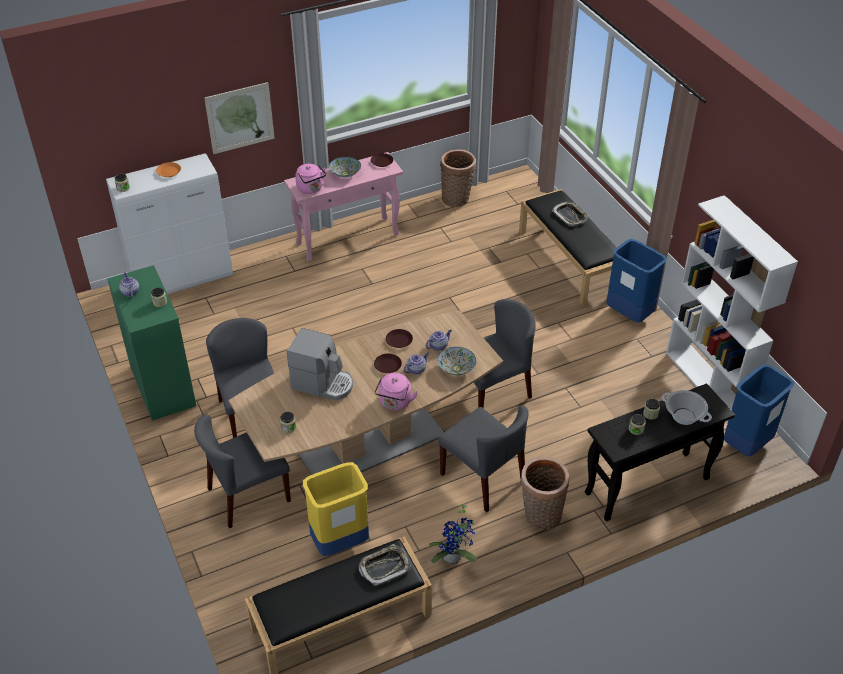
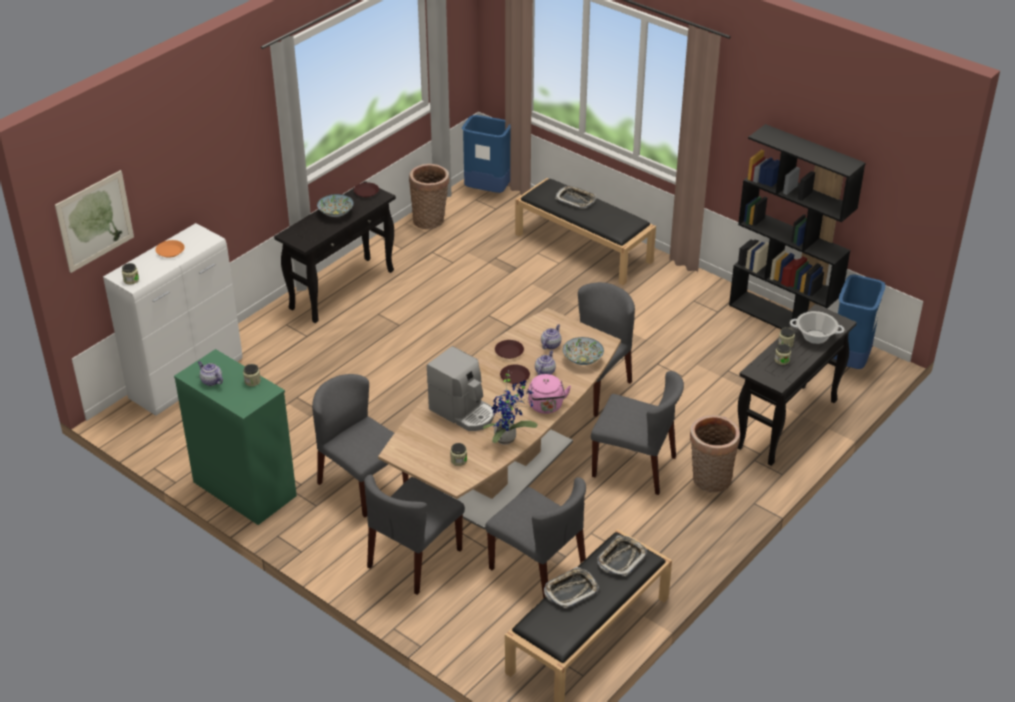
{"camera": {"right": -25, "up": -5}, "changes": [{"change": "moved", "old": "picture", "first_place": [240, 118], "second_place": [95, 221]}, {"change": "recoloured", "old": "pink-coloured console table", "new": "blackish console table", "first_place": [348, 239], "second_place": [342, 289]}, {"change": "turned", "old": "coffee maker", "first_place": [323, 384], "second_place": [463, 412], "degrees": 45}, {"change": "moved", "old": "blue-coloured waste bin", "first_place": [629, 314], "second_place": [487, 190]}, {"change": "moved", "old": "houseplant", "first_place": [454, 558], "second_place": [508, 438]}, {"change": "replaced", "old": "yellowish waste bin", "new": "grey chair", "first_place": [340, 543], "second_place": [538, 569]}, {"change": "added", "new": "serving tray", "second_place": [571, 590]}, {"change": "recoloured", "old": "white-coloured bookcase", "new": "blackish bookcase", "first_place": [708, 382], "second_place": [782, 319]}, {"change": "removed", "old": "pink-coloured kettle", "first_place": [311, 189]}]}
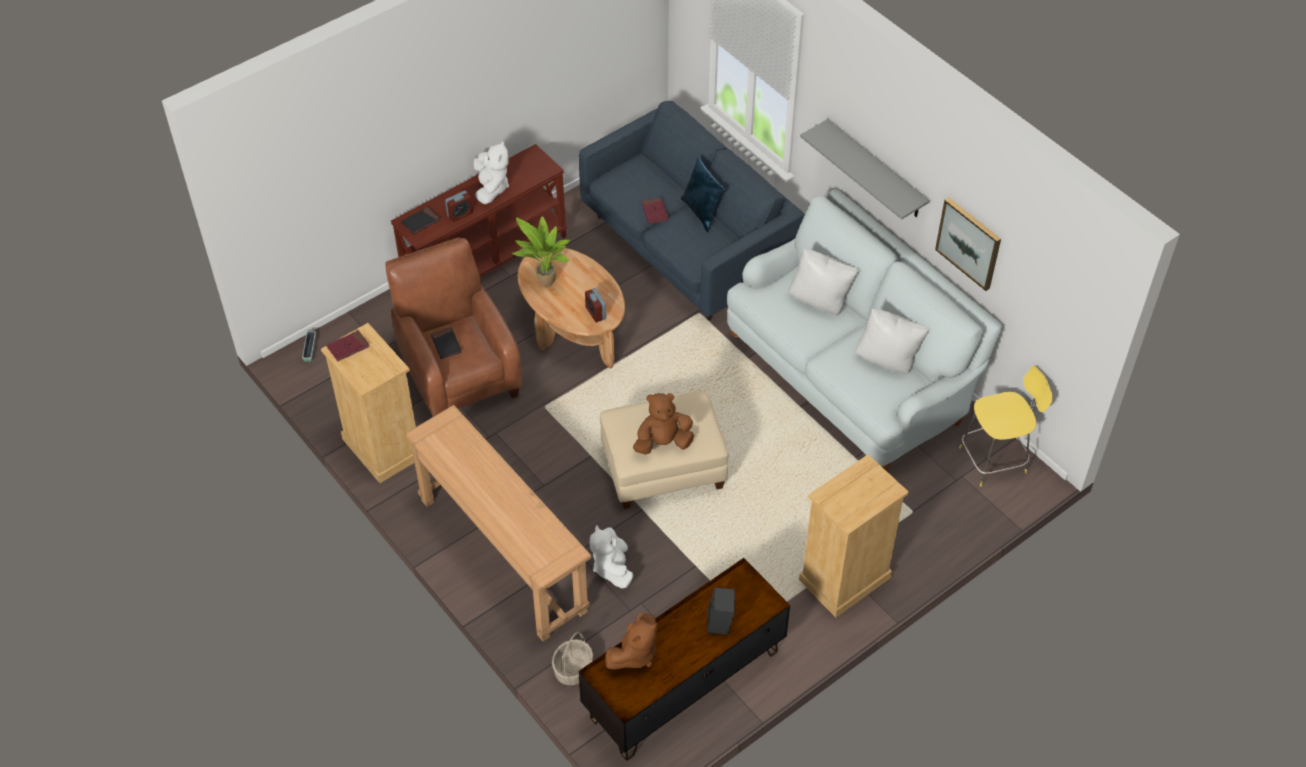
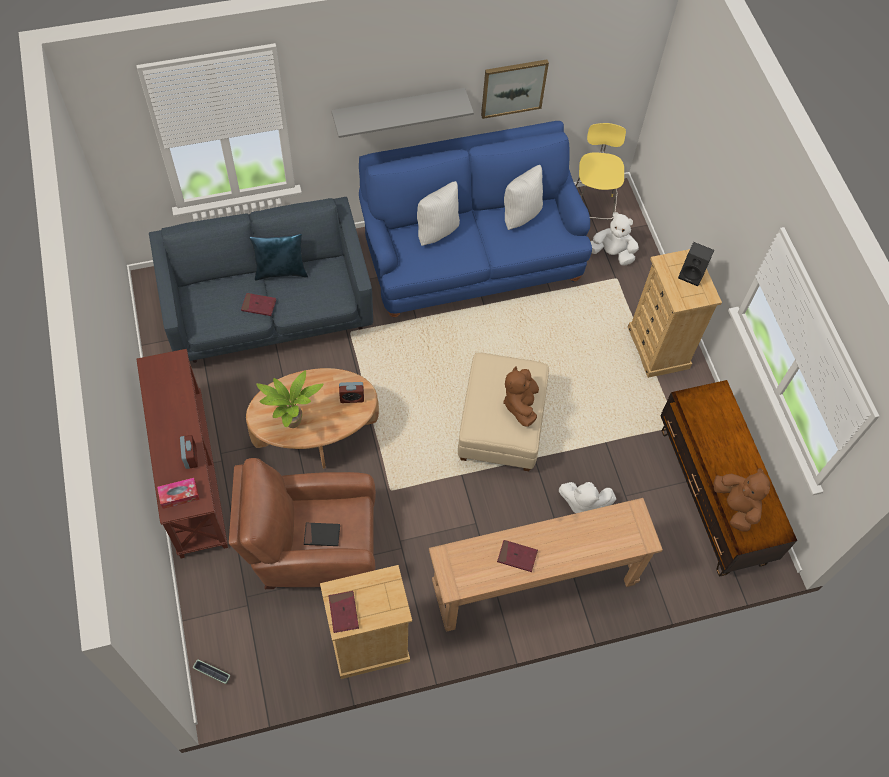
{"camera": {"right": -70, "up": 10}, "changes": [{"change": "replaced", "old": "blackish volume", "new": "tissue box", "first_place": [421, 222], "second_place": [179, 495]}, {"change": "recoloured", "old": "white-coloured sofa", "new": "blue-coloured sofa", "first_place": [851, 375], "second_place": [470, 258]}, {"change": "added", "new": "red volume", "second_place": [517, 556]}, {"change": "moved", "old": "white-coloured plush toy", "first_place": [491, 188], "second_place": [611, 253]}, {"change": "moved", "old": "blackish speaker", "first_place": [721, 623], "second_place": [692, 274]}, {"change": "removed", "old": "household basket", "first_place": [573, 670]}]}
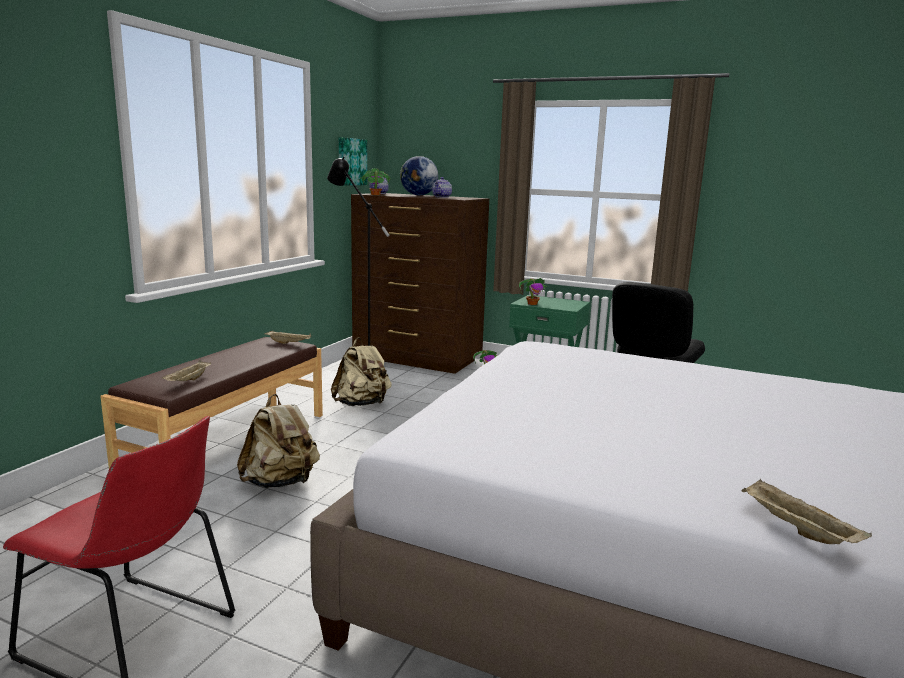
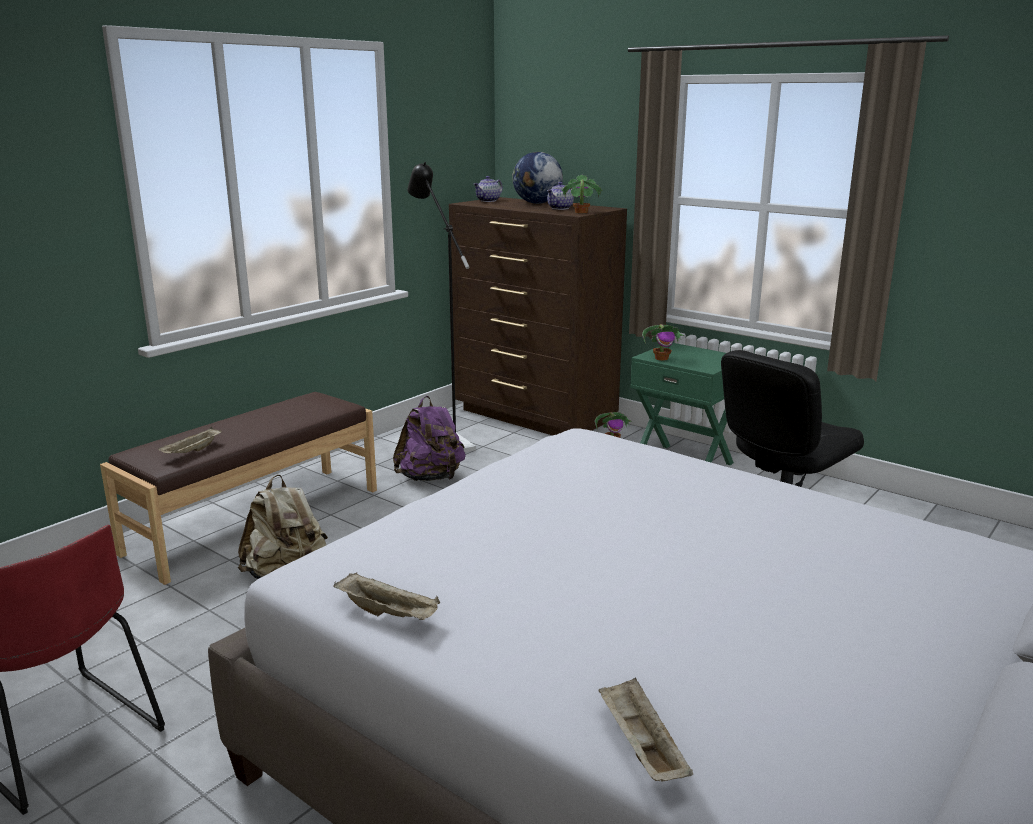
{"camera": {"right": 15, "up": 5}, "changes": [{"change": "moved", "old": "beige-coloured serving tray", "first_place": [289, 343], "second_place": [389, 614]}, {"change": "recoloured", "old": "beige-coloured rucksack", "new": "purplish rucksack", "first_place": [362, 404], "second_place": [431, 478]}, {"change": "moved", "old": "houseplant", "first_place": [375, 194], "second_place": [580, 212]}, {"change": "removed", "old": "picture", "first_place": [351, 162]}]}
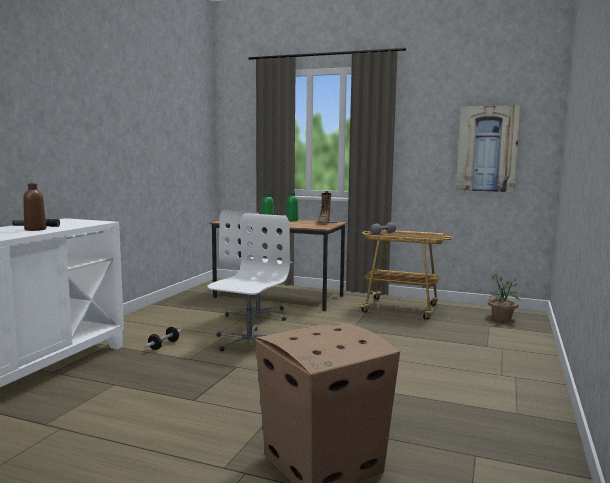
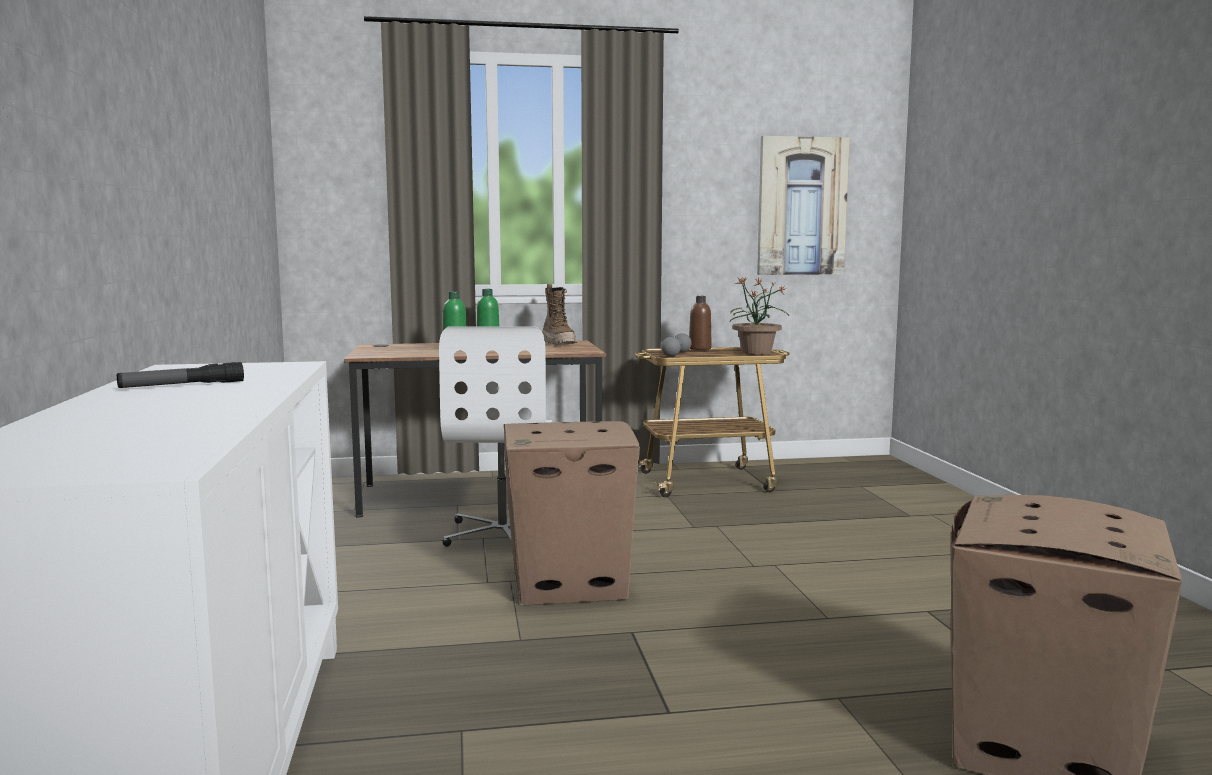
{"camera": {"right": -30, "up": 0}, "changes": [{"change": "replaced", "old": "white-coloured computer chair", "new": "packing box", "first_place": [248, 341], "second_place": [570, 583]}, {"change": "moved", "old": "brownish bottle", "first_place": [35, 229], "second_place": [700, 348]}, {"change": "moved", "old": "houseplant", "first_place": [501, 318], "second_place": [756, 352]}, {"change": "removed", "old": "free weight", "first_place": [164, 345]}]}
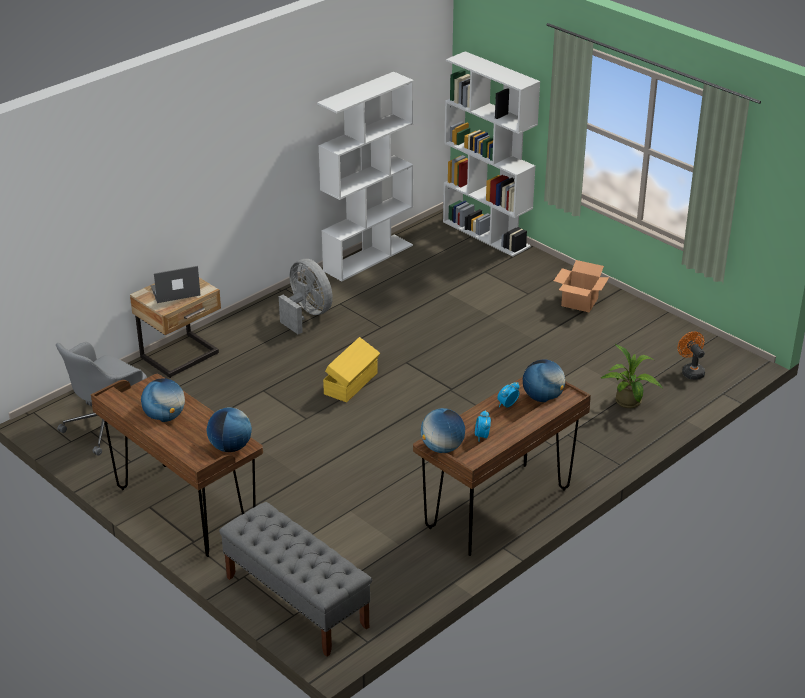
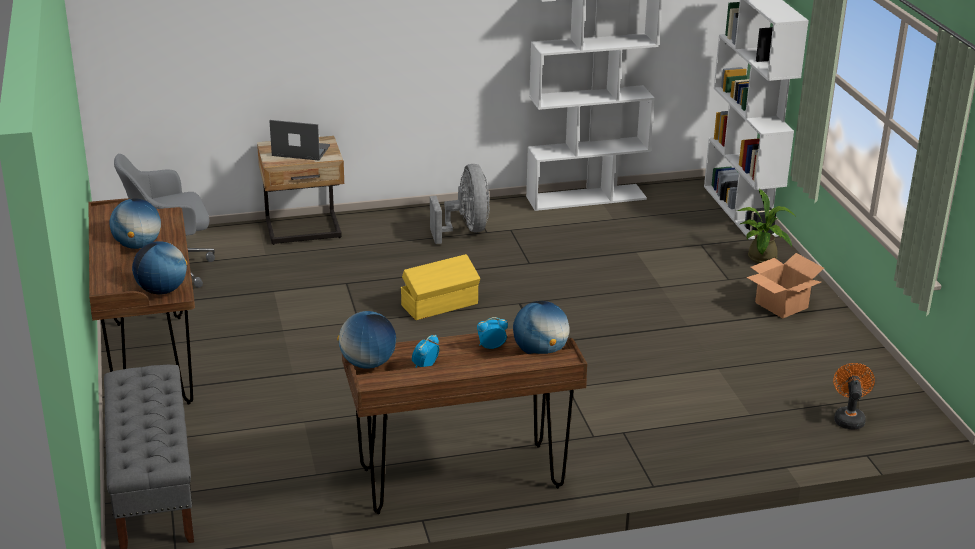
{"camera": {"right": 30, "up": -5}, "changes": [{"change": "moved", "old": "houseplant", "first_place": [630, 403], "second_place": [762, 260]}]}
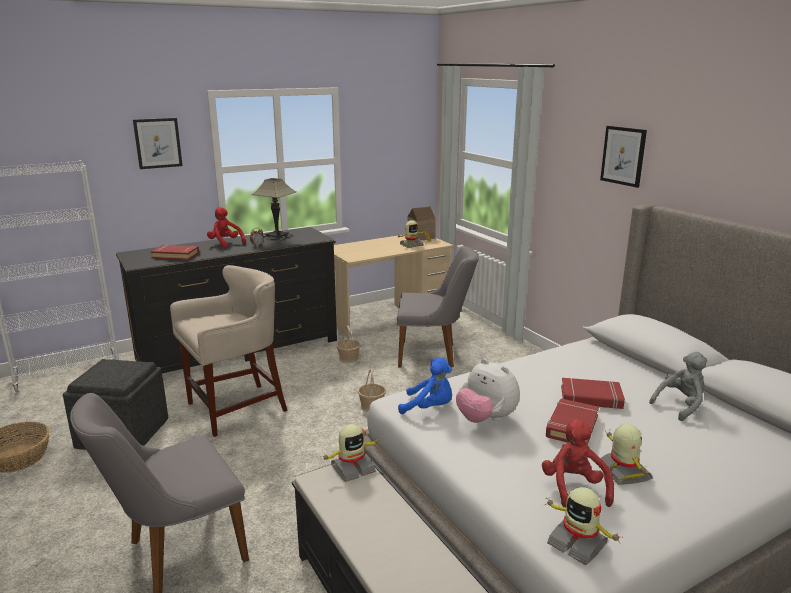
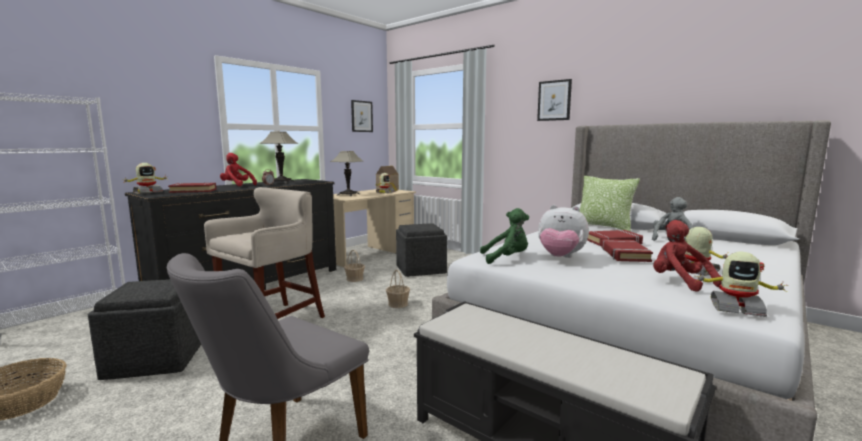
{"camera": {"right": -20, "up": -10}, "changes": [{"change": "moved", "old": "toy robot", "first_place": [352, 468], "second_place": [147, 192]}, {"change": "added", "new": "tabletop lamp", "second_place": [348, 194]}, {"change": "moved", "old": "picture", "first_place": [158, 143], "second_place": [361, 116]}, {"change": "replaced", "old": "grey chair", "new": "grey pouffe", "first_place": [433, 355], "second_place": [421, 269]}, {"change": "recoloured", "old": "blue-coloured plush toy", "new": "green plush toy", "first_place": [429, 408], "second_place": [506, 258]}, {"change": "added", "new": "pillow", "second_place": [603, 226]}]}
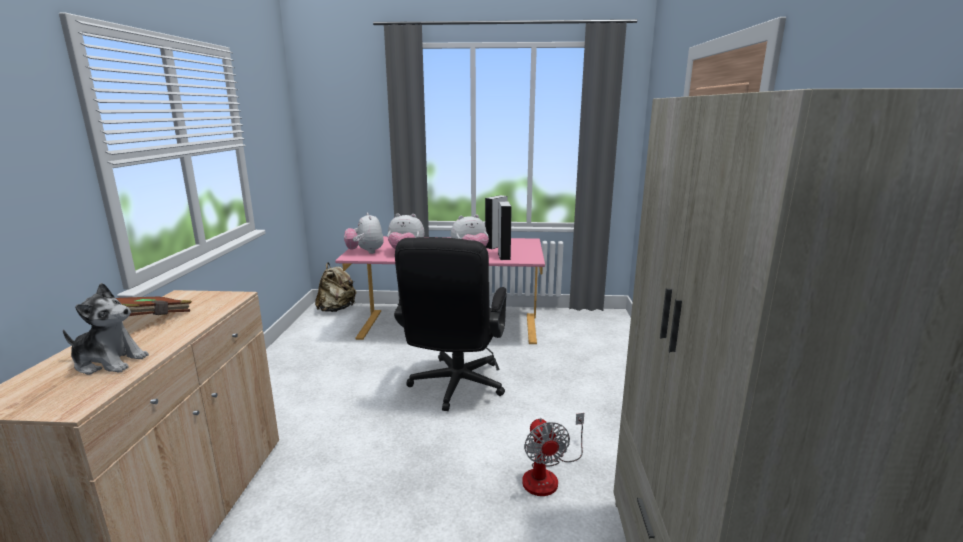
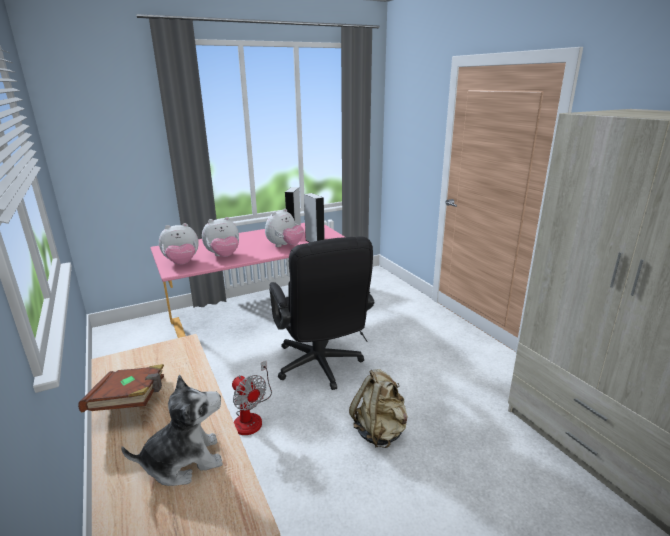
{"camera": {"right": -30, "up": 5}, "changes": [{"change": "turned", "old": "plush toy", "first_place": [365, 252], "second_place": [182, 263], "degrees": -60}, {"change": "moved", "old": "electric fan", "first_place": [547, 475], "second_place": [251, 416]}, {"change": "moved", "old": "beige-coloured rucksack", "first_place": [337, 309], "second_place": [380, 431]}]}
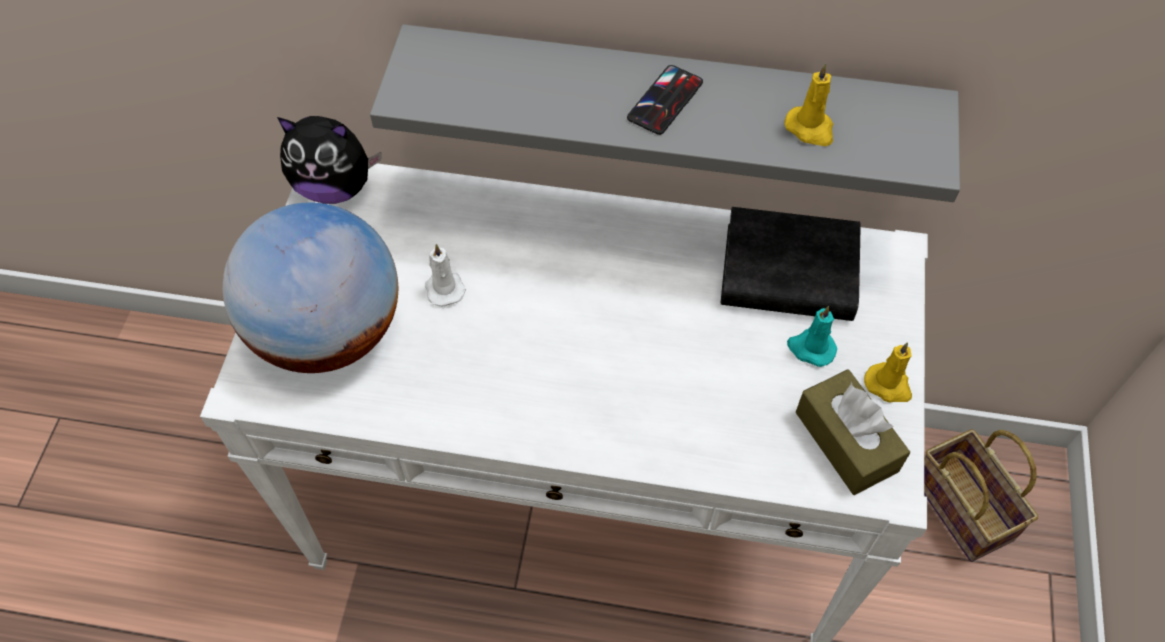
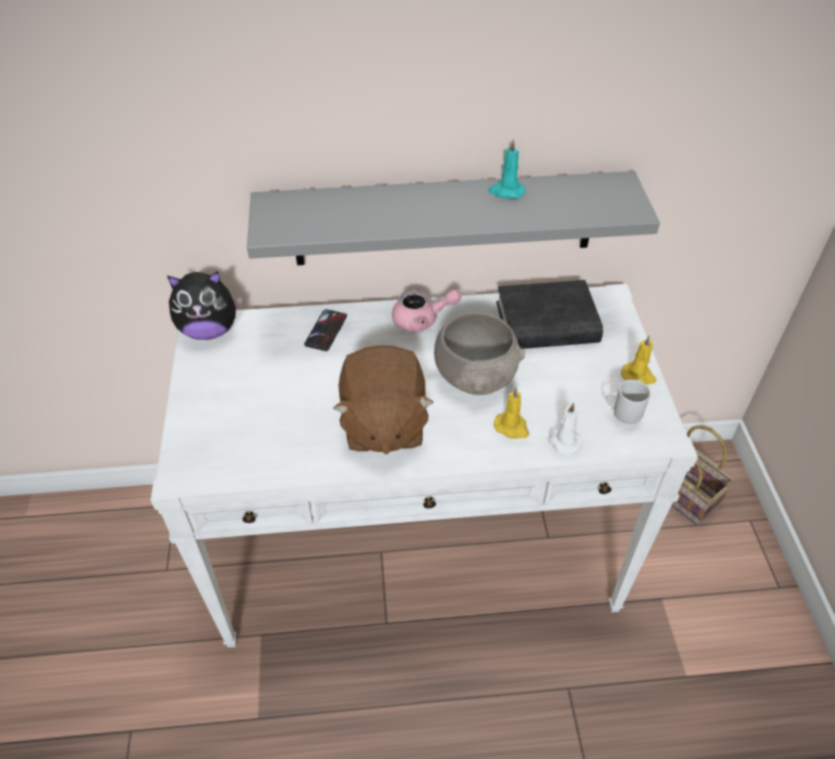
{"camera": {"right": -15, "up": -10}, "changes": [{"change": "moved", "old": "handset", "first_place": [665, 100], "second_place": [326, 330]}, {"change": "added", "new": "brownish plush toy", "second_place": [382, 424]}, {"change": "added", "new": "pink-coloured tea pot", "second_place": [422, 320]}, {"change": "added", "new": "grey bowl", "second_place": [475, 376]}, {"change": "moved", "old": "turquoise wax light", "first_place": [810, 348], "second_place": [506, 191]}, {"change": "moved", "old": "yellowish wax light", "first_place": [810, 129], "second_place": [512, 427]}, {"change": "moved", "old": "white-coloured wax light", "first_place": [444, 287], "second_place": [563, 441]}, {"change": "replaced", "old": "brownish tissue box", "new": "coffee mug", "first_place": [846, 441], "second_place": [624, 415]}, {"change": "removed", "old": "desk globe", "first_place": [328, 332]}]}
